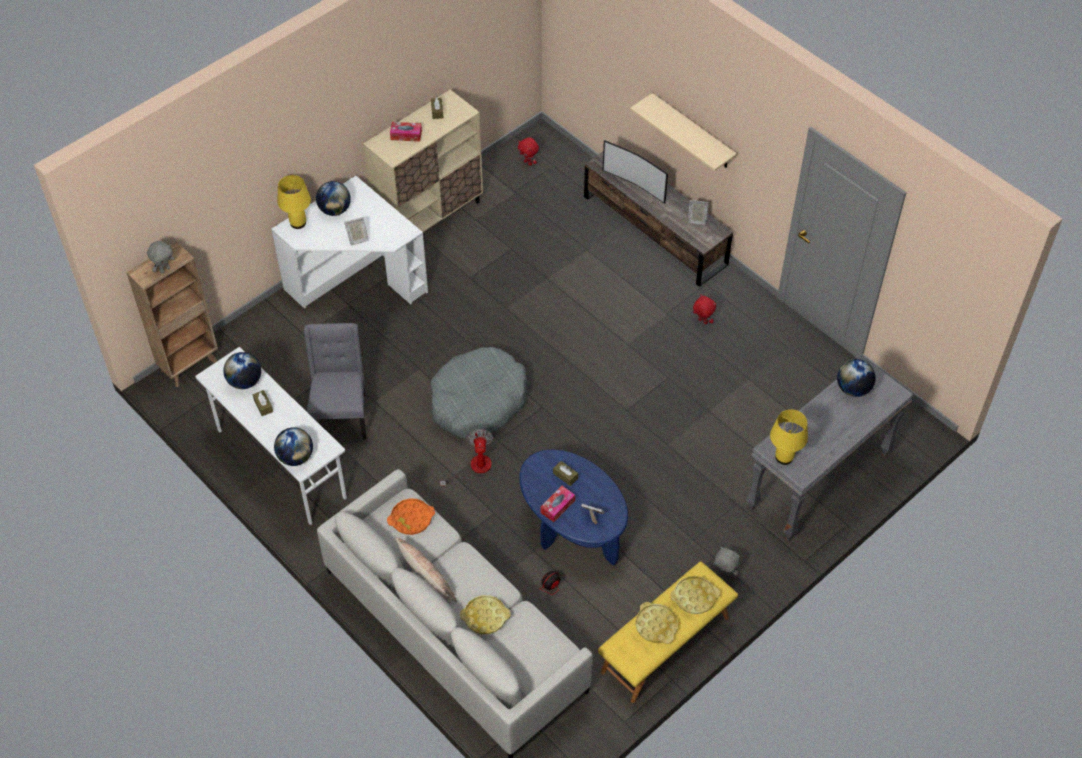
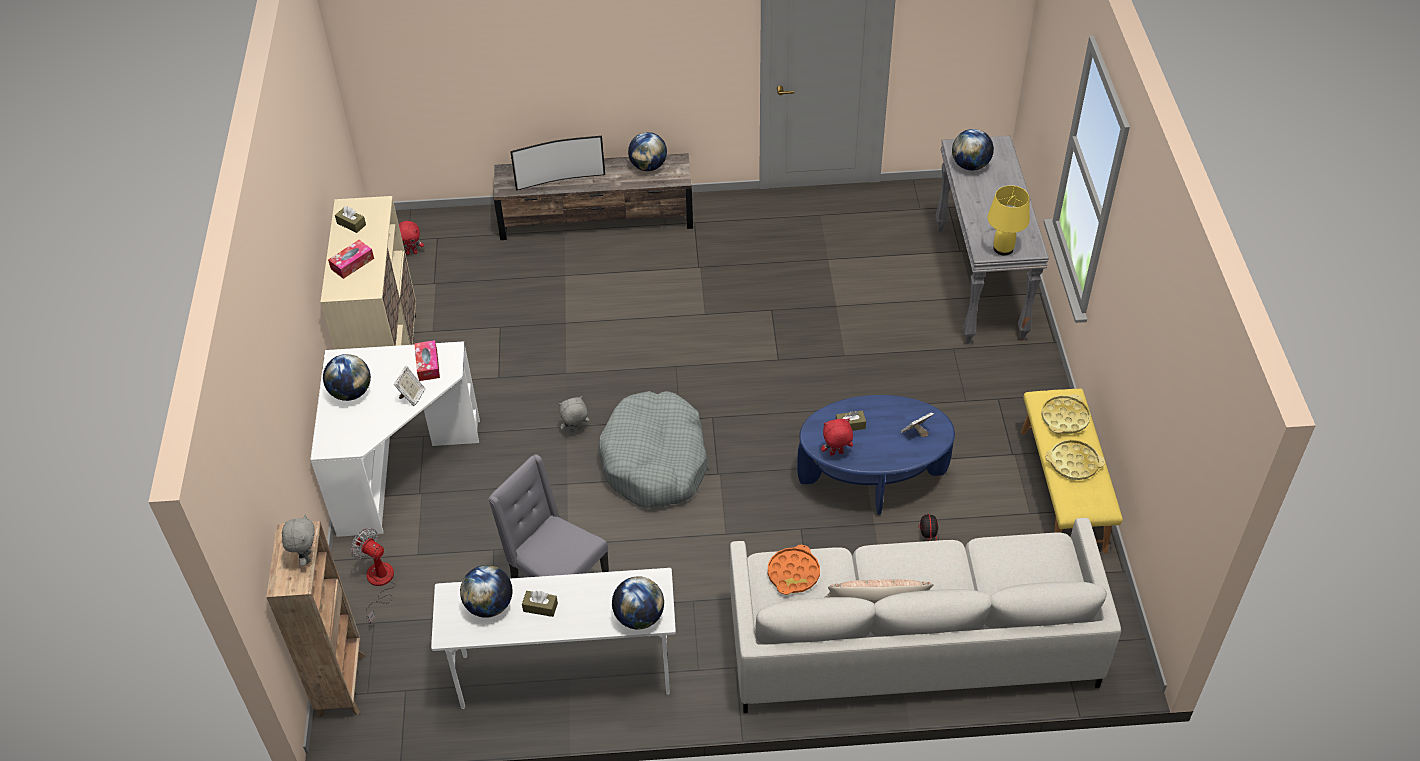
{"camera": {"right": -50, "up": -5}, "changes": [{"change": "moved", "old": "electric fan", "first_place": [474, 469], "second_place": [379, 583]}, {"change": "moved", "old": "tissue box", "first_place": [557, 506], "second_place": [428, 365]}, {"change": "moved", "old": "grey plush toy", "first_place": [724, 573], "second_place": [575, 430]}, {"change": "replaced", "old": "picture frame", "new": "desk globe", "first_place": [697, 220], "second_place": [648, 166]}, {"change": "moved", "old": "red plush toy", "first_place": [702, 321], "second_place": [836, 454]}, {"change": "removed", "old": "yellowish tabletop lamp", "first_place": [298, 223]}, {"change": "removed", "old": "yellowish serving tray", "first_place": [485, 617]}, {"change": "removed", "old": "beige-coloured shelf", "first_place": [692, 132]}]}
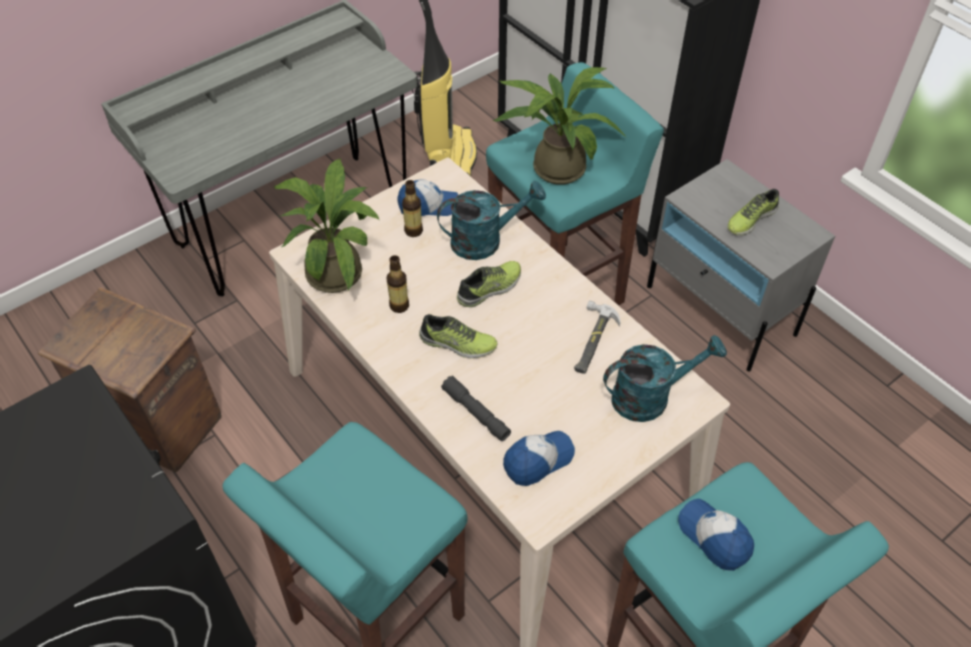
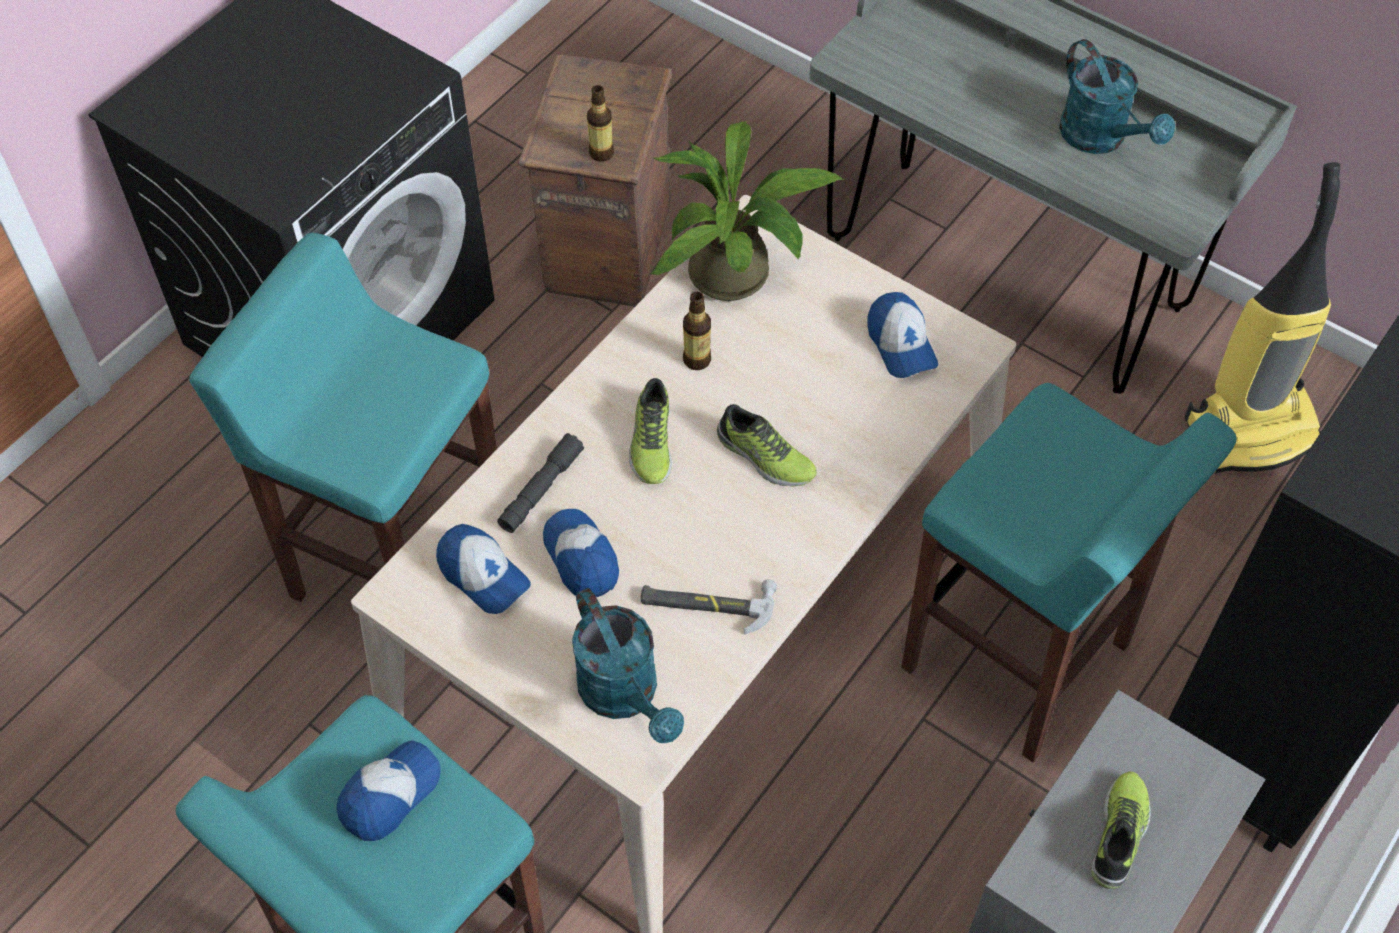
{"camera": {"right": 75, "up": 5}, "changes": [{"change": "added", "new": "cap", "second_place": [581, 558]}, {"change": "moved", "old": "bottle", "first_place": [413, 231], "second_place": [601, 153]}, {"change": "moved", "old": "turquoise watering pot", "first_place": [485, 240], "second_place": [1101, 138]}, {"change": "turned", "old": "shoe", "first_place": [750, 219], "second_place": [1120, 834], "degrees": 75}, {"change": "removed", "old": "houseplant", "first_place": [554, 165]}]}
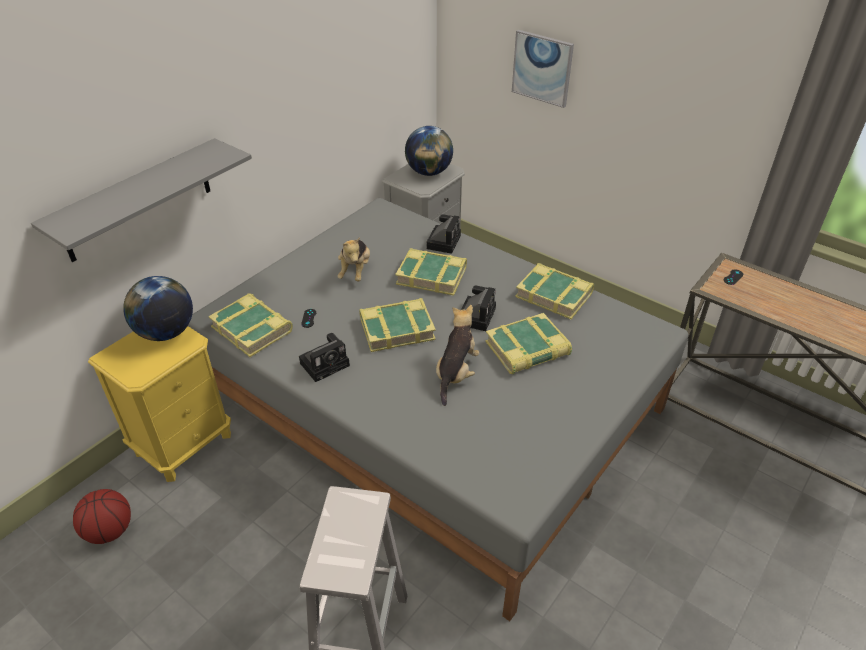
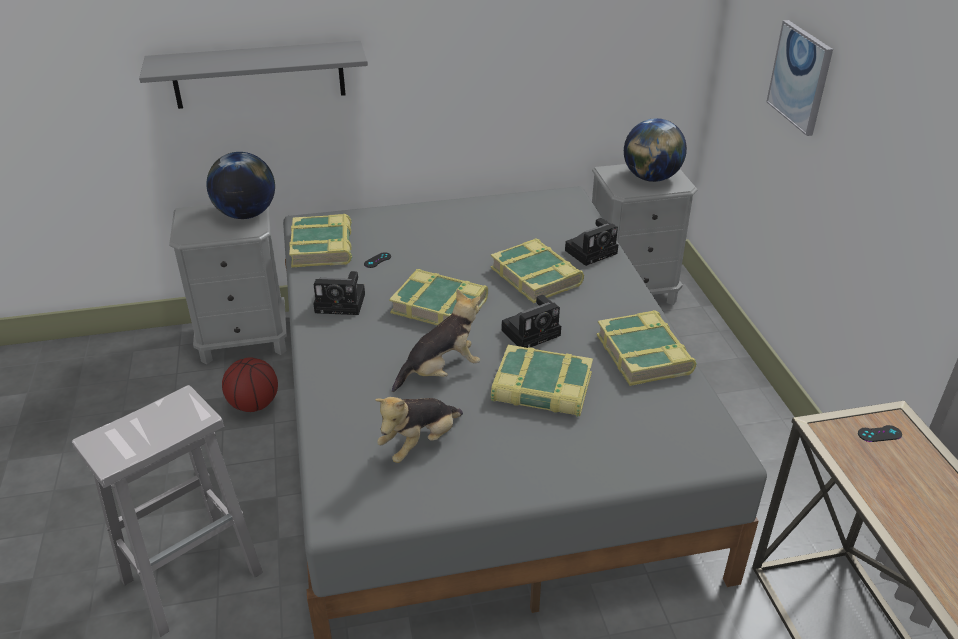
{"camera": {"right": 40, "up": -5}, "changes": [{"change": "recoloured", "old": "yellowish night table", "new": "grey night table", "first_place": [184, 443], "second_place": [244, 340]}, {"change": "moved", "old": "ball for basketball", "first_place": [109, 530], "second_place": [254, 404]}, {"change": "moved", "old": "plush toy", "first_place": [355, 271], "second_place": [420, 443]}]}
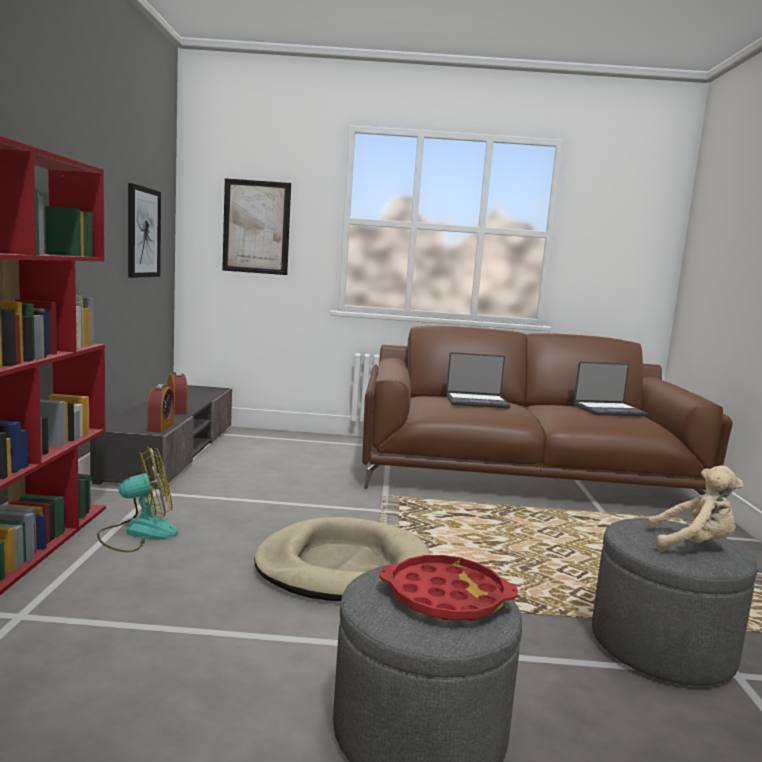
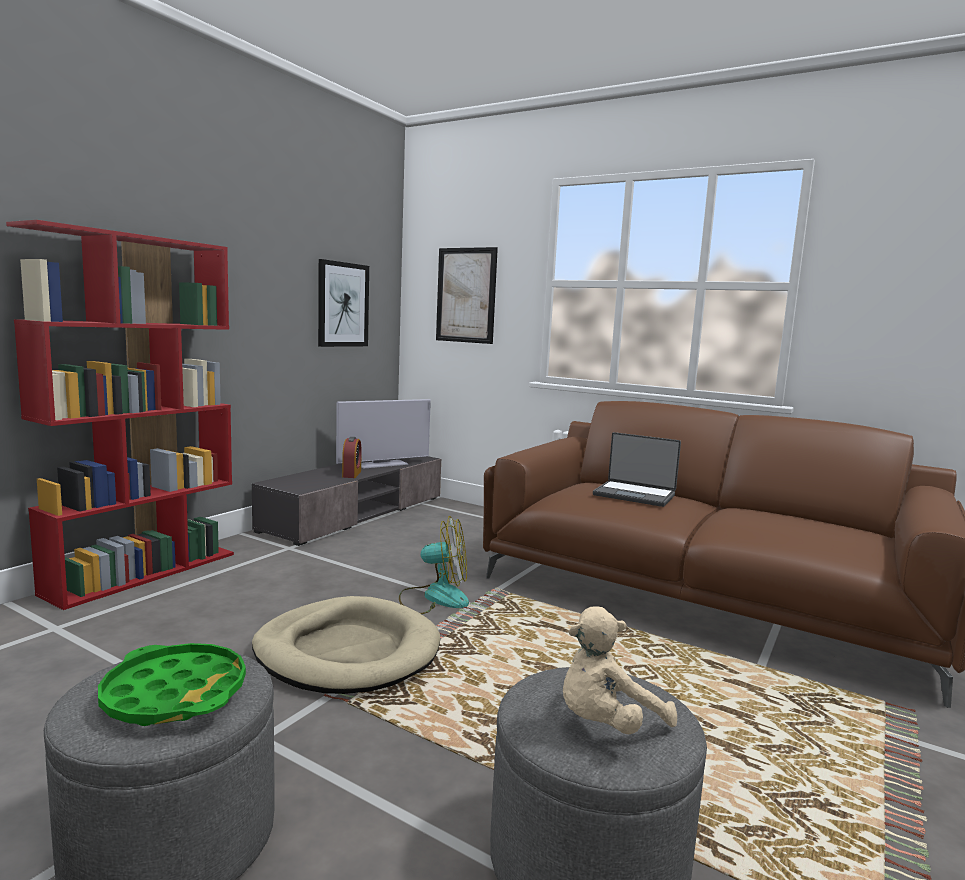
{"camera": {"right": 30, "up": 0}, "changes": [{"change": "recoloured", "old": "red serving tray", "new": "green serving tray", "first_place": [446, 597], "second_place": [175, 694]}, {"change": "added", "new": "TV", "second_place": [382, 464]}, {"change": "moved", "old": "electric fan", "first_place": [138, 532], "second_place": [434, 597]}, {"change": "turned", "old": "beige-coloured plush toy", "first_place": [693, 545], "second_place": [606, 724], "degrees": 105}, {"change": "removed", "old": "bedside clock", "first_place": [160, 427]}, {"change": "removed", "old": "portable computer", "first_place": [608, 410]}]}
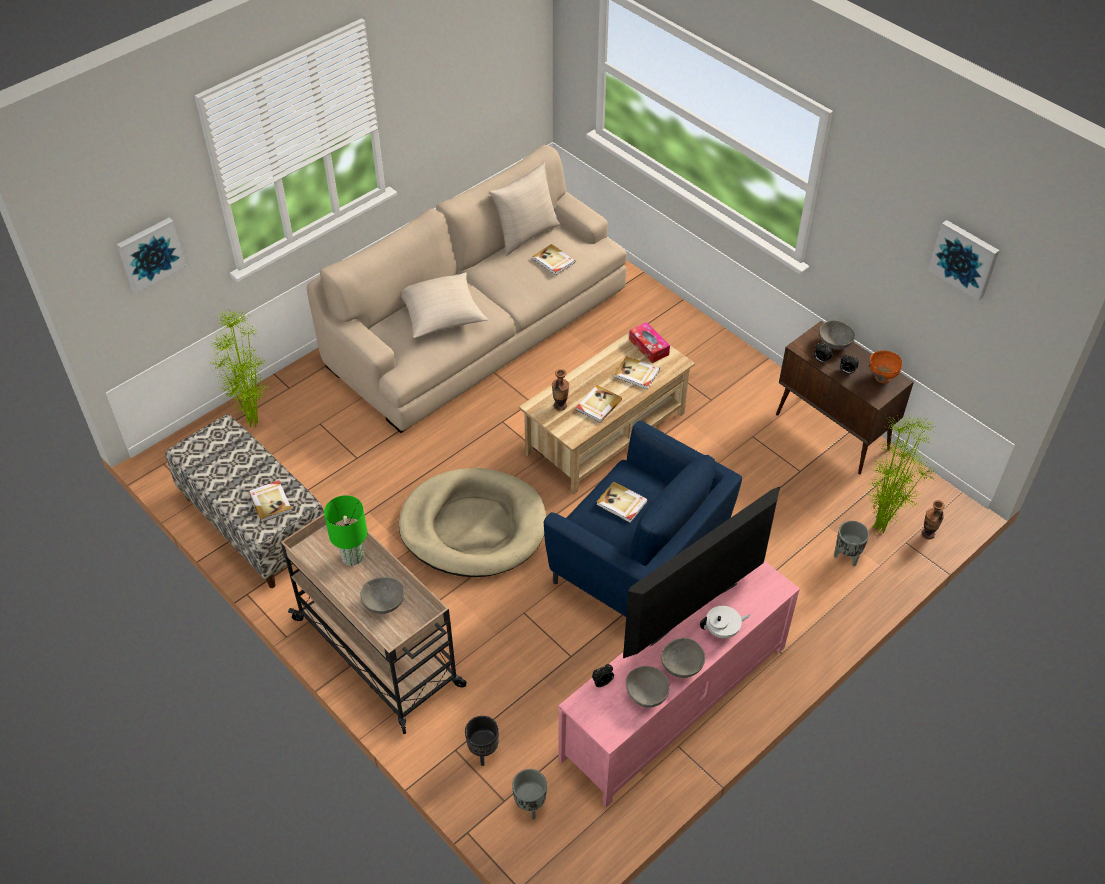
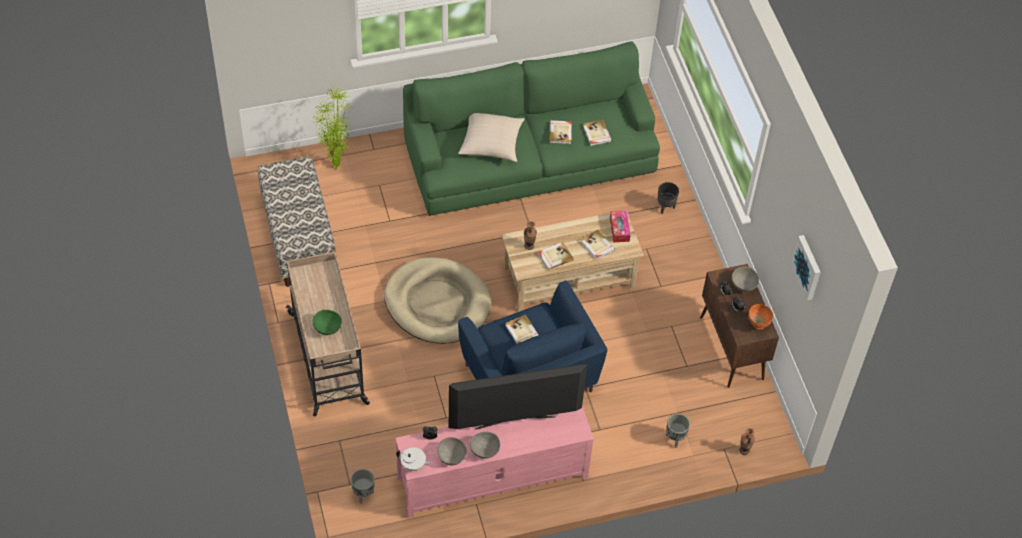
{"camera": {"right": 25, "up": 5}, "changes": [{"change": "recoloured", "old": "grey bowl", "new": "green bowl", "first_place": [383, 603], "second_place": [327, 328]}, {"change": "moved", "old": "white-coloured tea pot", "first_place": [722, 630], "second_place": [413, 465]}, {"change": "recoloured", "old": "beige-coloured sofa", "new": "green sofa", "first_place": [478, 328], "second_place": [530, 158]}, {"change": "moved", "old": "volume", "first_place": [271, 502], "second_place": [560, 133]}, {"change": "moved", "old": "blackish plant pot", "first_place": [484, 752], "second_place": [666, 207]}, {"change": "removed", "old": "picture", "first_place": [150, 253]}, {"change": "removed", "old": "green tabletop lamp", "first_place": [353, 556]}, {"change": "removed", "old": "beige-coloured pillow", "first_place": [526, 234]}, {"change": "removed", "old": "houseplant", "first_place": [880, 527]}]}
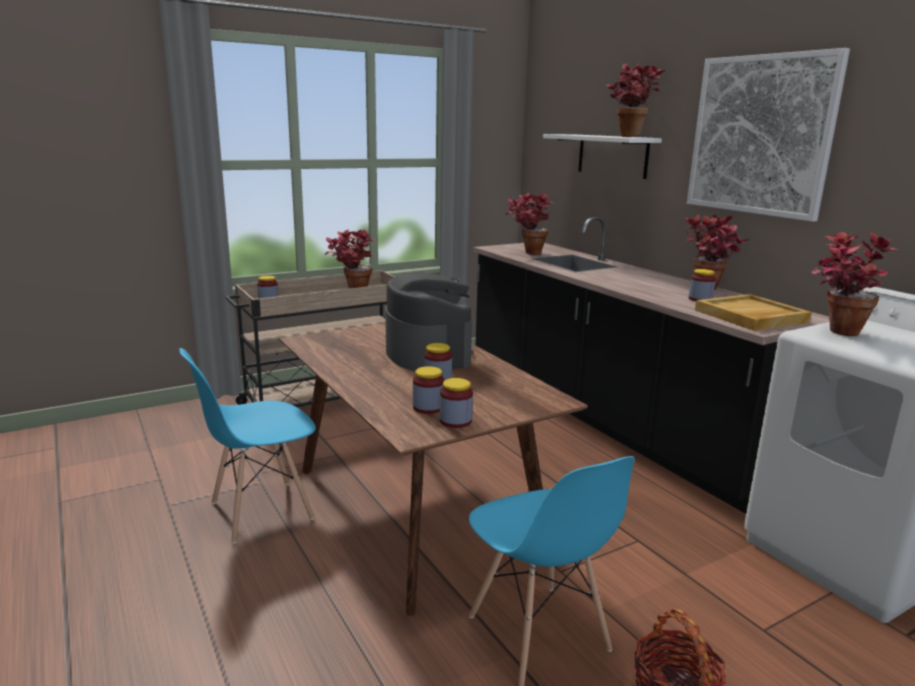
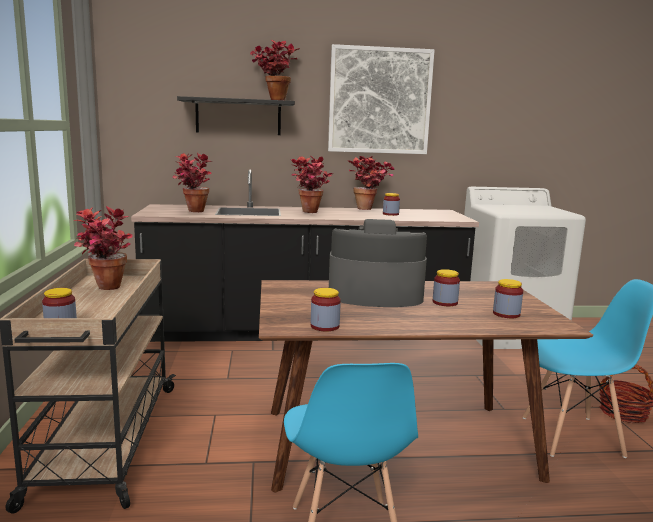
{"camera": {"right": -65, "up": -5}, "changes": [{"change": "recoloured", "old": "white-coloured shelf", "new": "blackish shelf", "first_place": [612, 155], "second_place": [238, 117]}, {"change": "moved", "old": "houseplant", "first_place": [836, 333], "second_place": [309, 213]}, {"change": "moved", "old": "jar", "first_place": [455, 421], "second_place": [325, 326]}, {"change": "removed", "old": "beige-coloured serving tray", "first_place": [750, 316]}]}
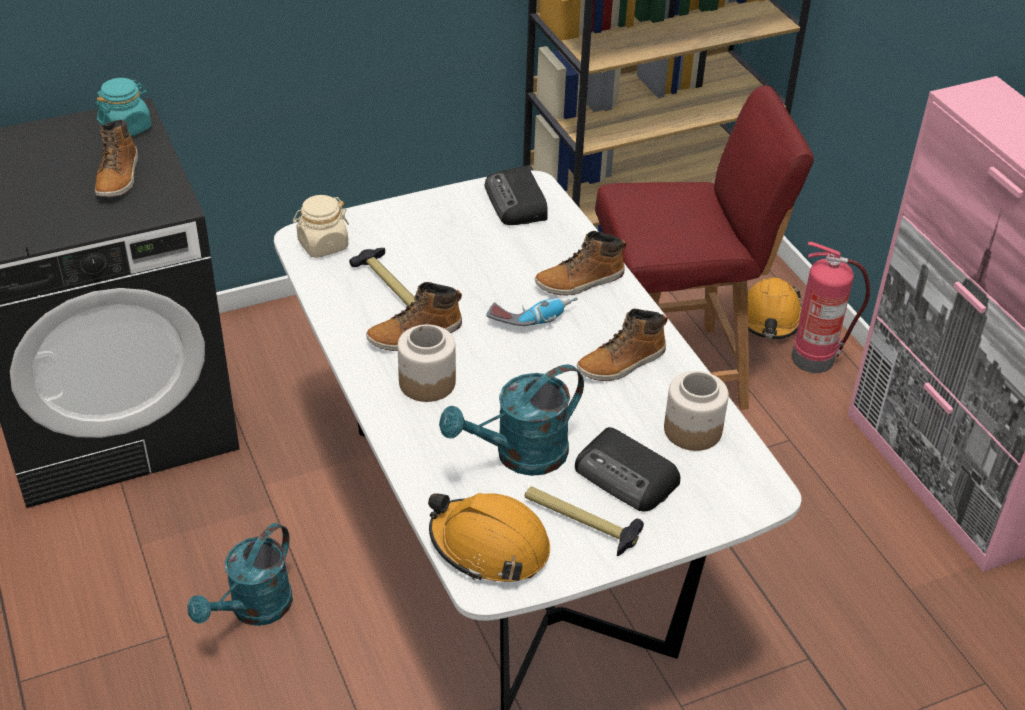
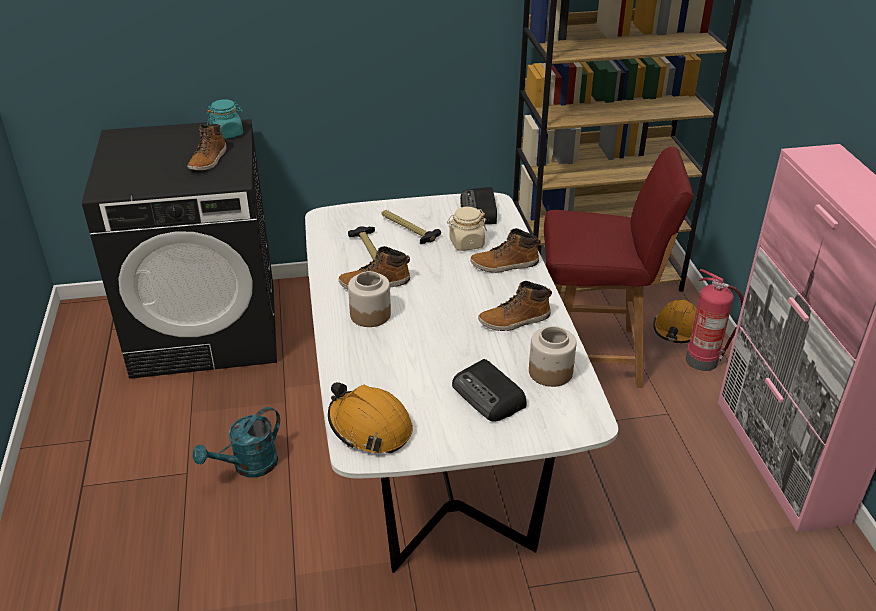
{"camera": {"right": 15, "up": -5}, "changes": [{"change": "moved", "old": "tool hammer", "first_place": [580, 522], "second_place": [408, 229]}, {"change": "moved", "old": "beige-coloured jar", "first_place": [322, 245], "second_place": [466, 243]}, {"change": "removed", "old": "turquoise watering pot", "first_place": [520, 456]}, {"change": "removed", "old": "drill", "first_place": [532, 317]}]}
